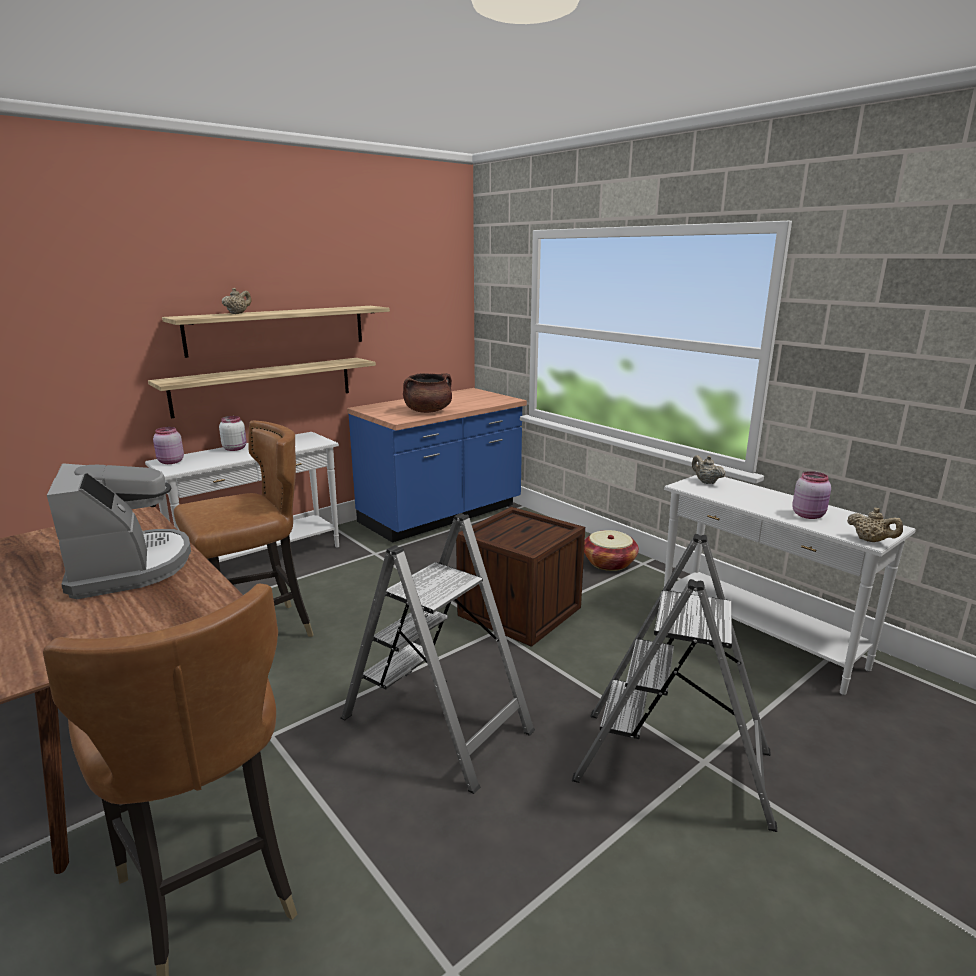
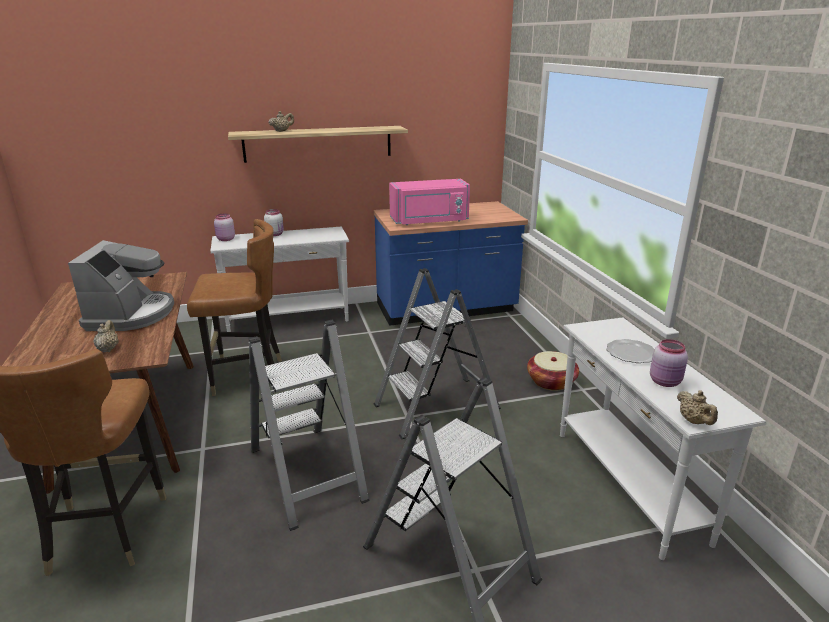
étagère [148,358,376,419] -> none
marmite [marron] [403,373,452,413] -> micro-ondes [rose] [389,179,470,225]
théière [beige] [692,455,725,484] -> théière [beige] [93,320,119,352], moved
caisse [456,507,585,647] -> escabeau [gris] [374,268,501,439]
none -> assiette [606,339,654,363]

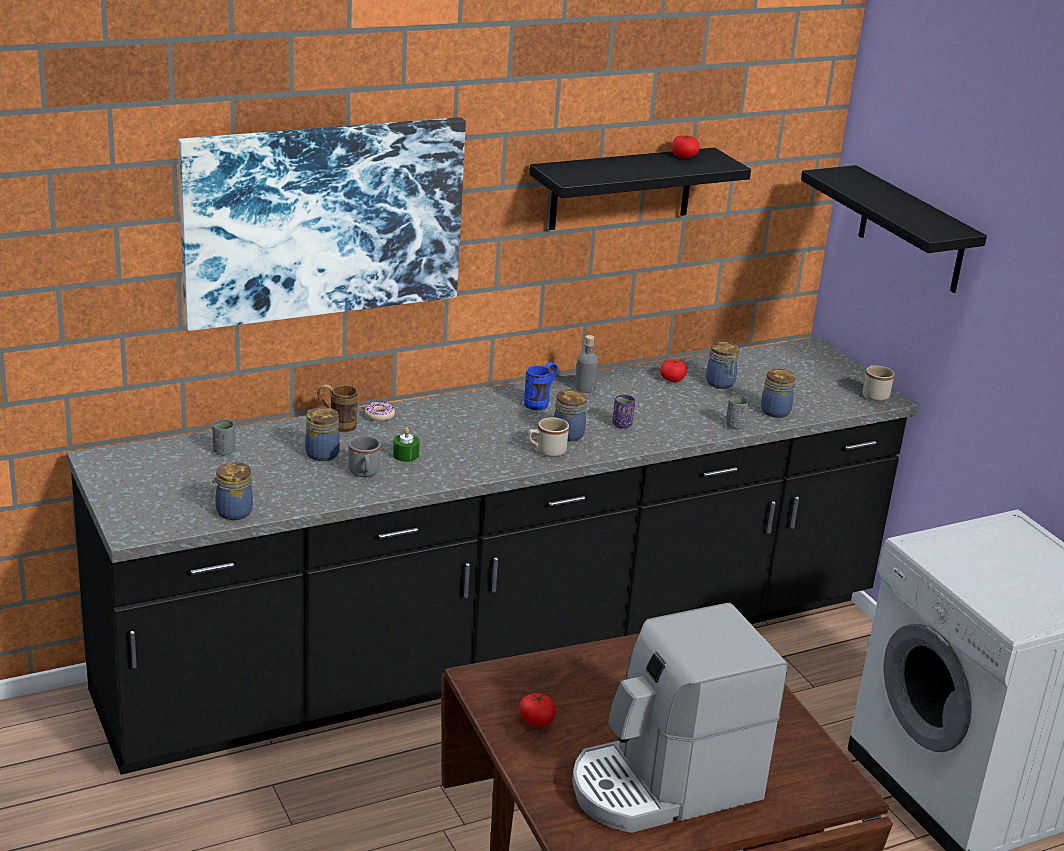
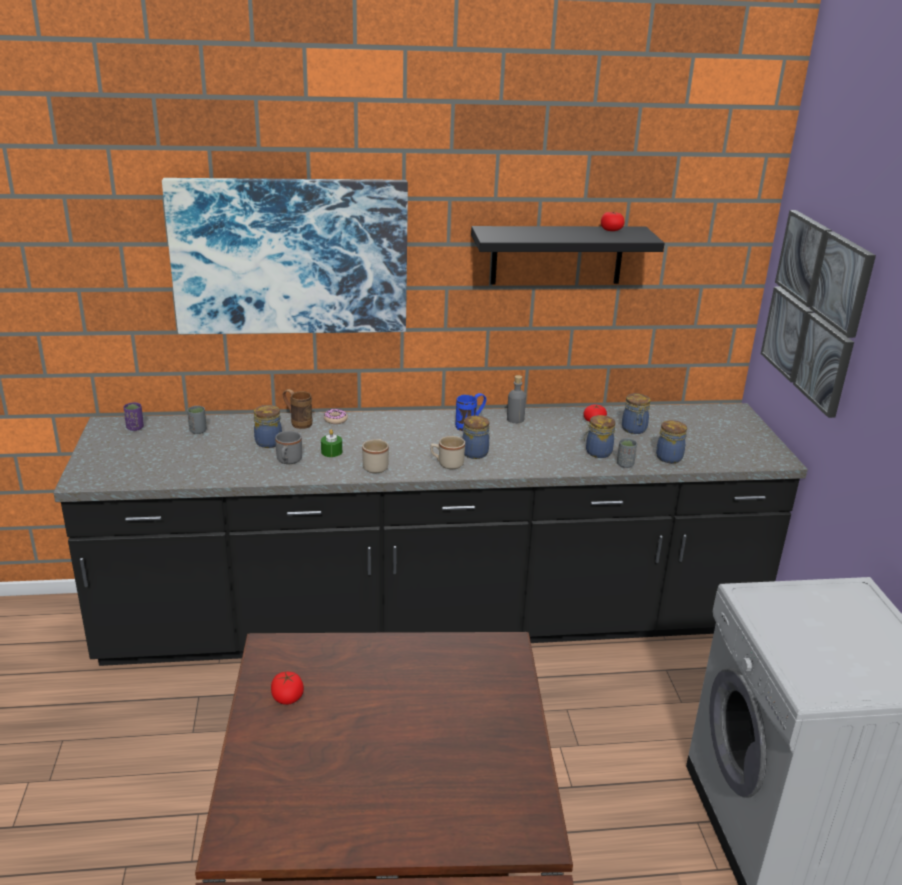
étagère [noir] [801,165,987,293] -> tableau [761,210,876,418]
mug [beige] [863,365,894,401] -> mug [beige] [362,439,389,473], moved
tasse [violet] [612,394,635,429] -> tasse [violet] [123,402,144,431], moved
bocal [211,462,253,520] -> bocal [584,415,615,458], moved
machine à café [572,603,788,833] -> none

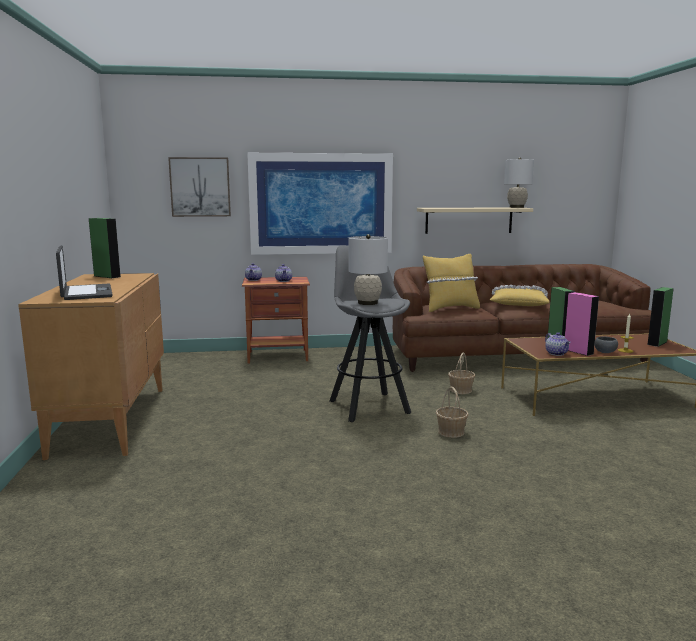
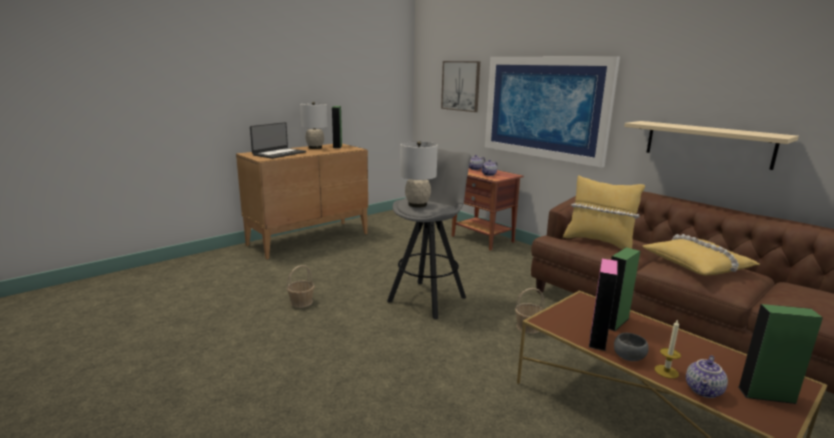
lampe de table [blanc] [504,158,534,208] -> lampe de table [blanc] [300,102,328,149], moved
théière [545,332,571,356] -> théière [686,355,728,398], moved
panier [436,387,469,438] -> panier [287,265,315,308], moved

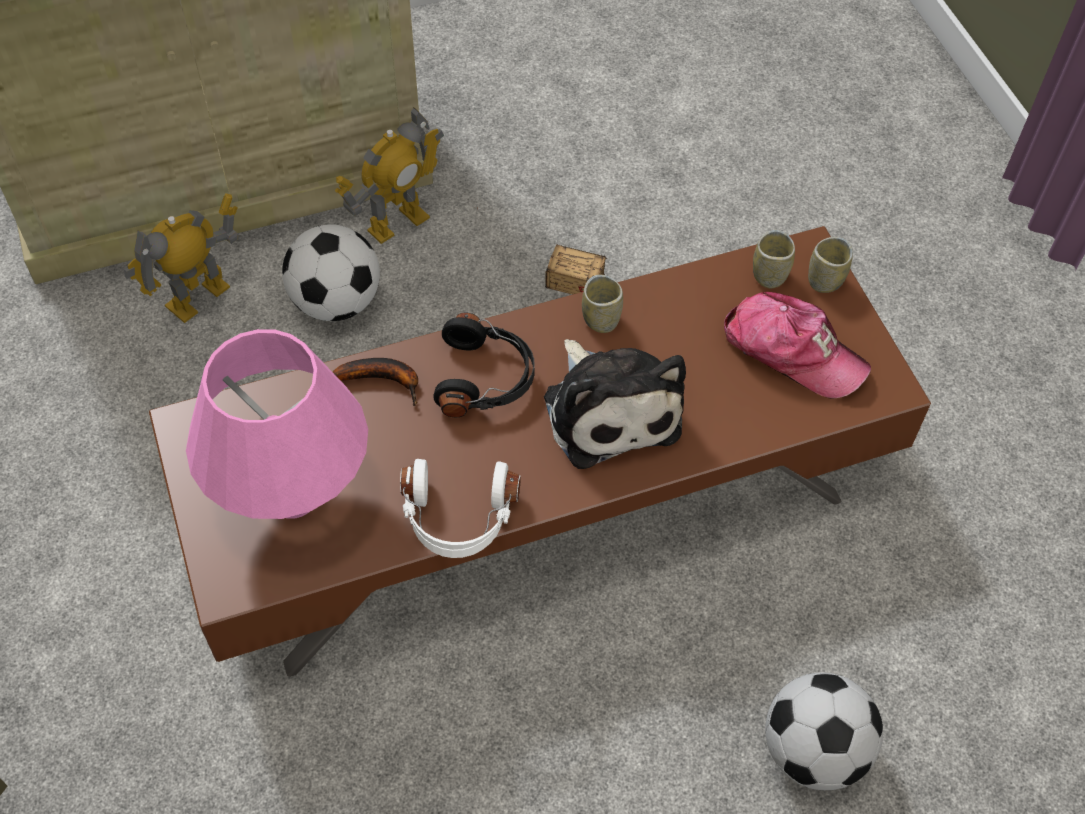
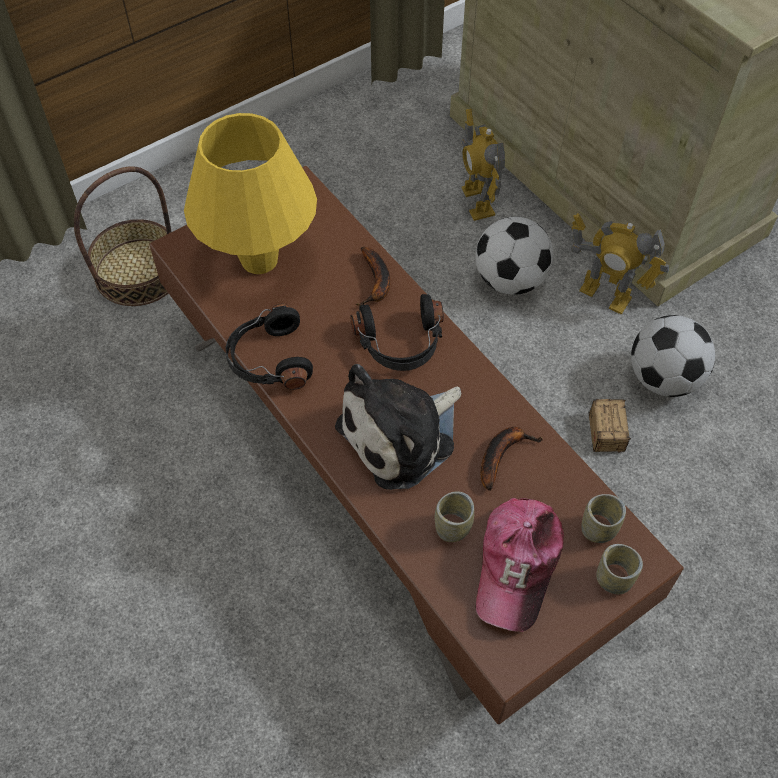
robot jouet [124,193,238,323] -> robot jouet [461,109,505,221], 135 degrees counterclockwise
tasse [582,275,623,333] -> tasse [435,492,474,542], moved
lampe de table [rose] [186,329,368,519] -> lampe de table [jaune] [184,113,317,274]
casque audio [blanc] [400,459,521,558] -> casque audio [noir] [226,304,313,390]
ballon de foot [765,672,883,790] -> ballon de foot [631,315,715,397], moved
none -> panier [74,166,171,306]
none -> banane [481,427,543,491]

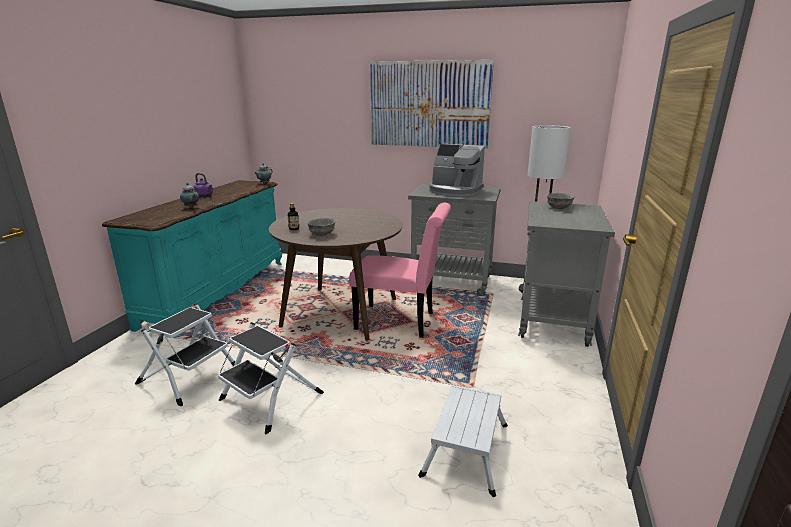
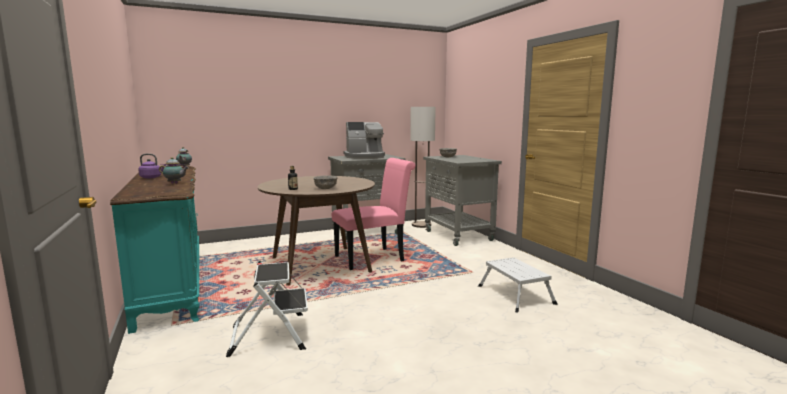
tableau [370,60,494,148] -> none
escabeau [218,322,324,434] -> none

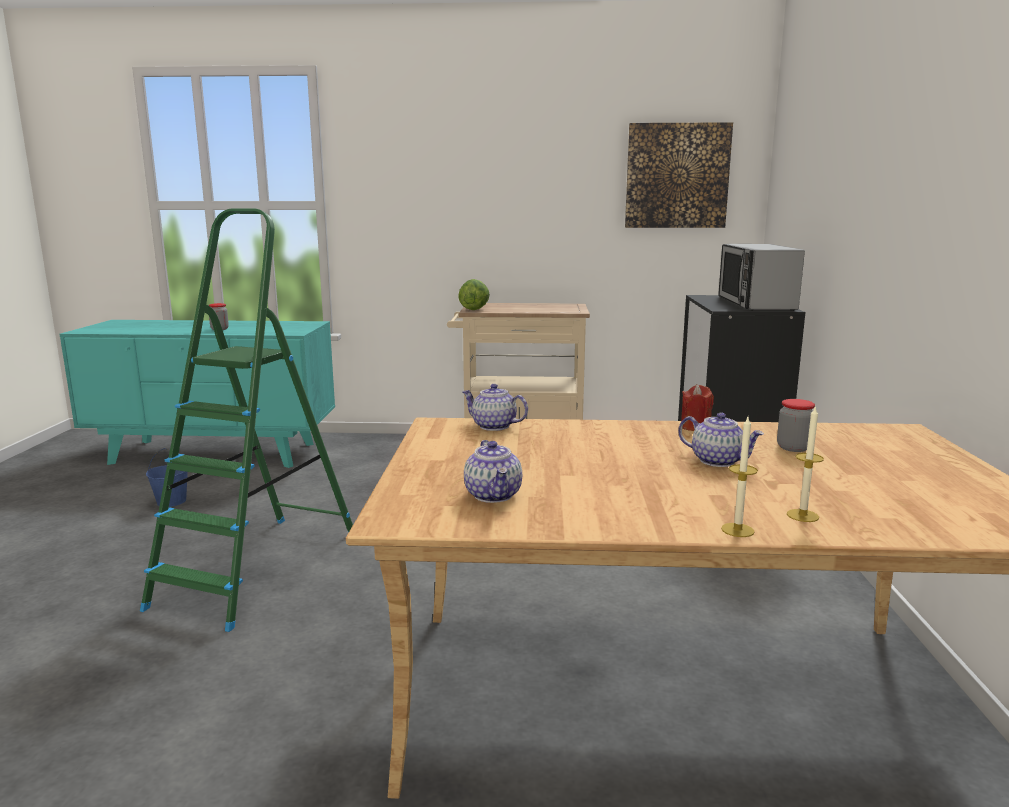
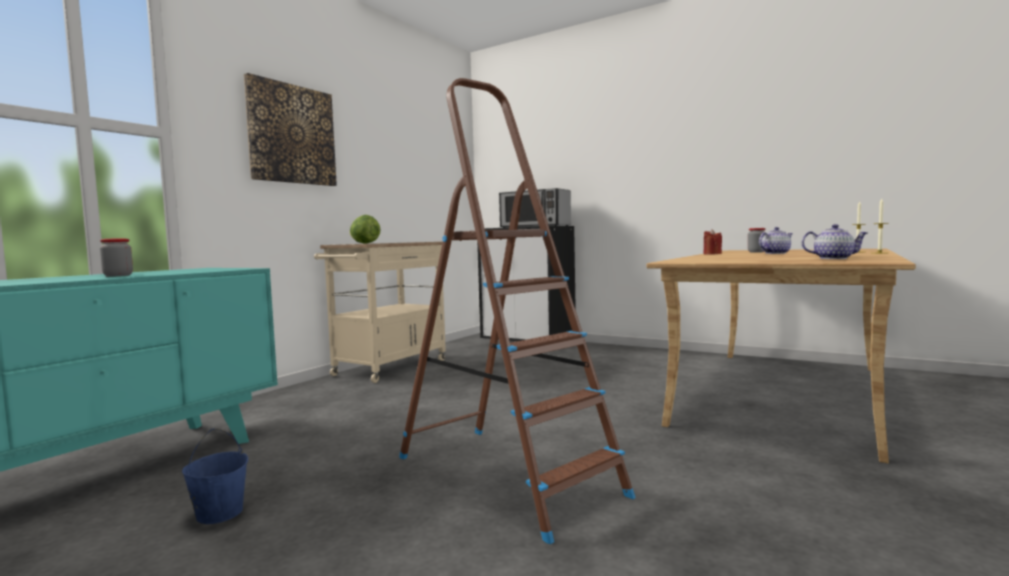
tableau [625,122,733,228] -> tableau [244,73,337,186], moved
escabeau [vert] [140,209,353,632] -> escabeau [marron] [399,78,635,544]
théière [462,384,528,431] -> none

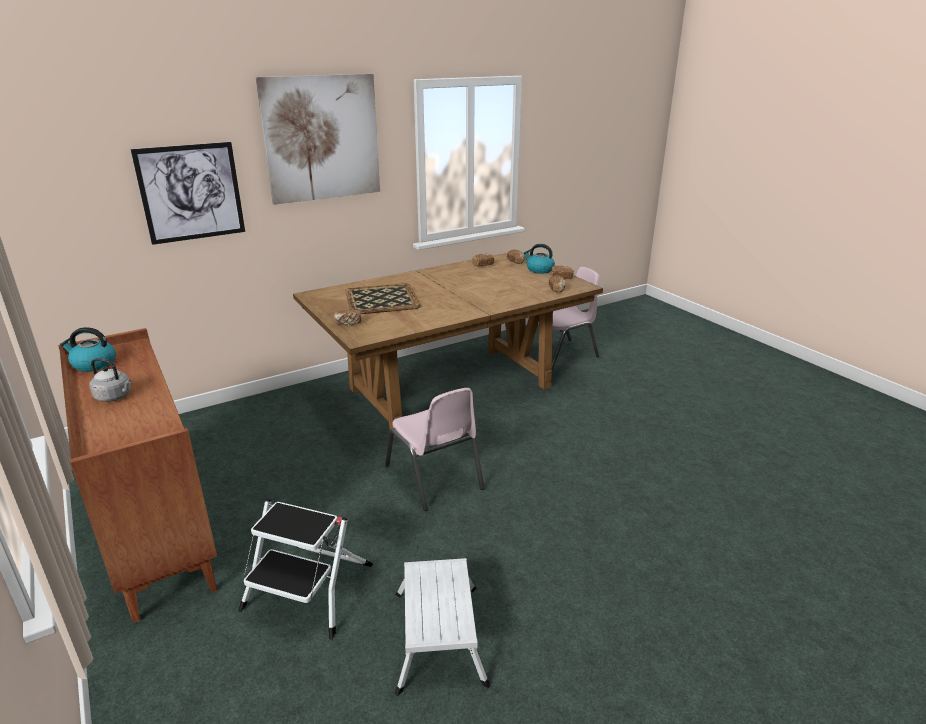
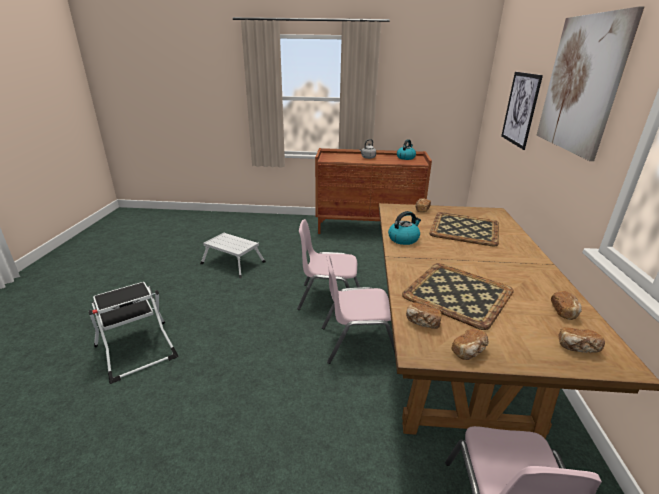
bouilloire [523,244,555,274] -> bouilloire [388,211,421,245], moved
escabeau [238,499,373,640] -> escabeau [89,282,178,384], moved
none -> chaise [rose] [322,255,395,364]
none -> plateau [402,263,514,330]

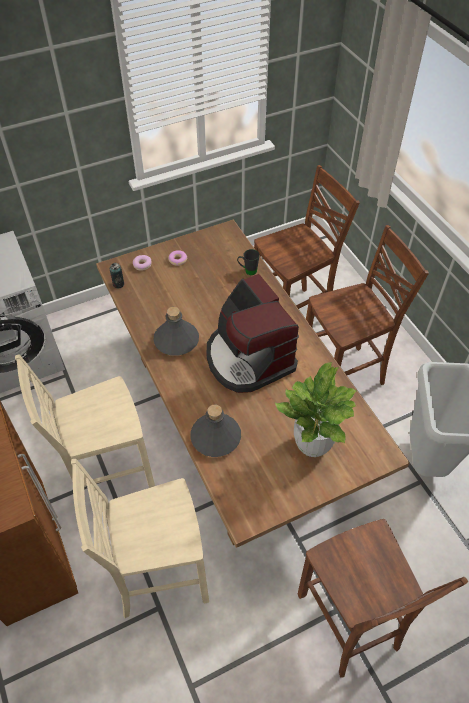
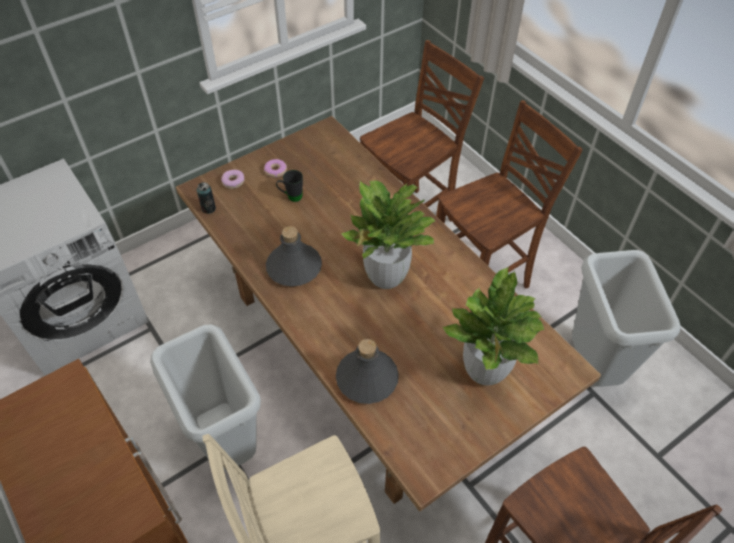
mug [noir] [237,249,260,275] -> mug [noir] [276,170,303,202], moved
machine à café [207,274,299,393] -> plante en pot [340,180,436,289]
chaise [beige] [15,354,155,488] -> poubelle [gris] [150,325,261,472]

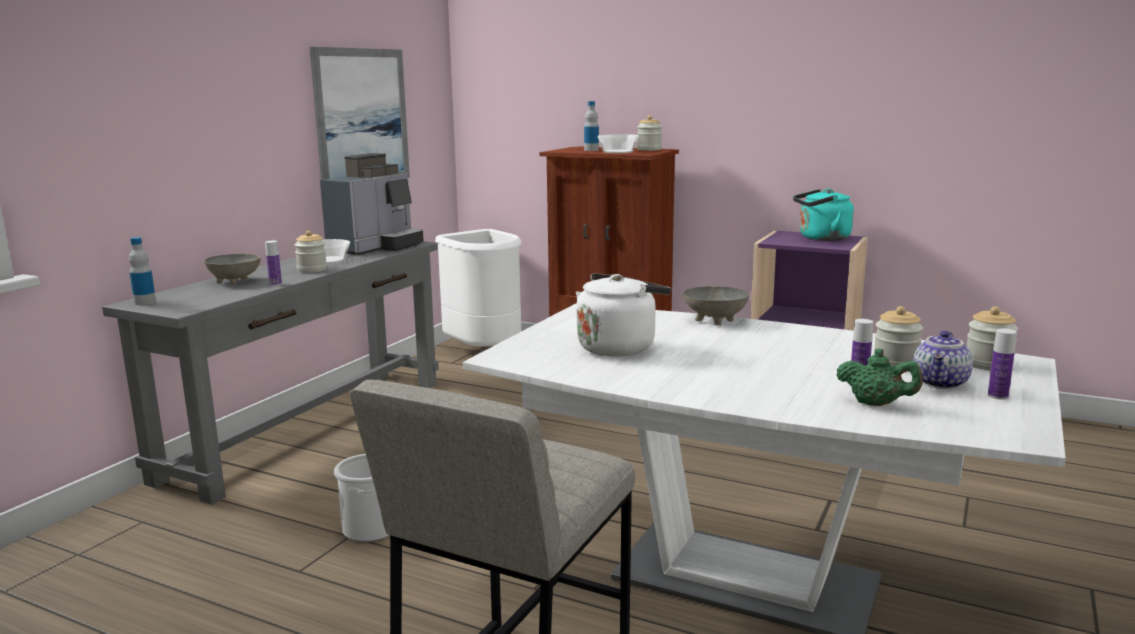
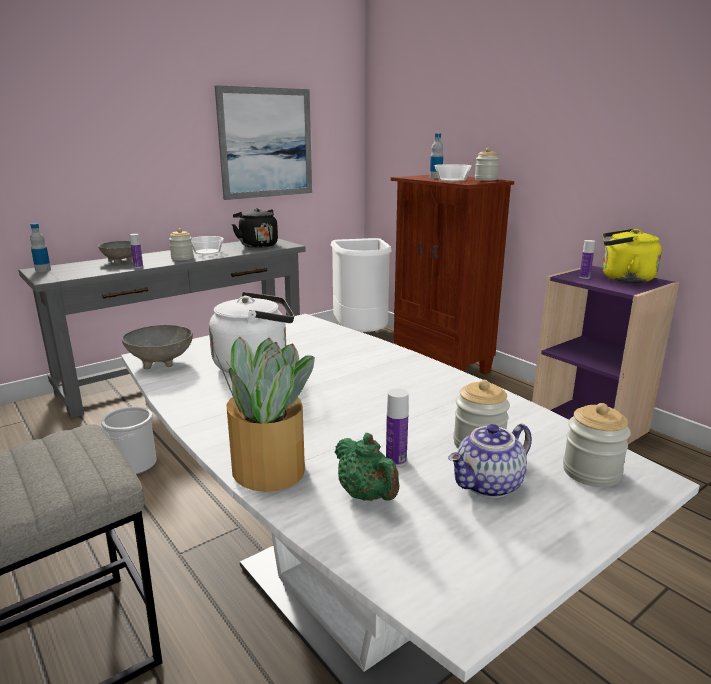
machine à café [320,153,424,255] -> bouilloire [noir] [232,208,278,248]
bouilloire [turquoise] [793,189,854,241] -> bouilloire [jaune] [603,229,662,283]
bol [gris] [683,286,749,325] -> bol [gris] [122,325,193,369], moved
bouteille [988,328,1017,400] -> bouteille [579,240,595,279], moved
none -> plante en pot [214,337,315,492]

